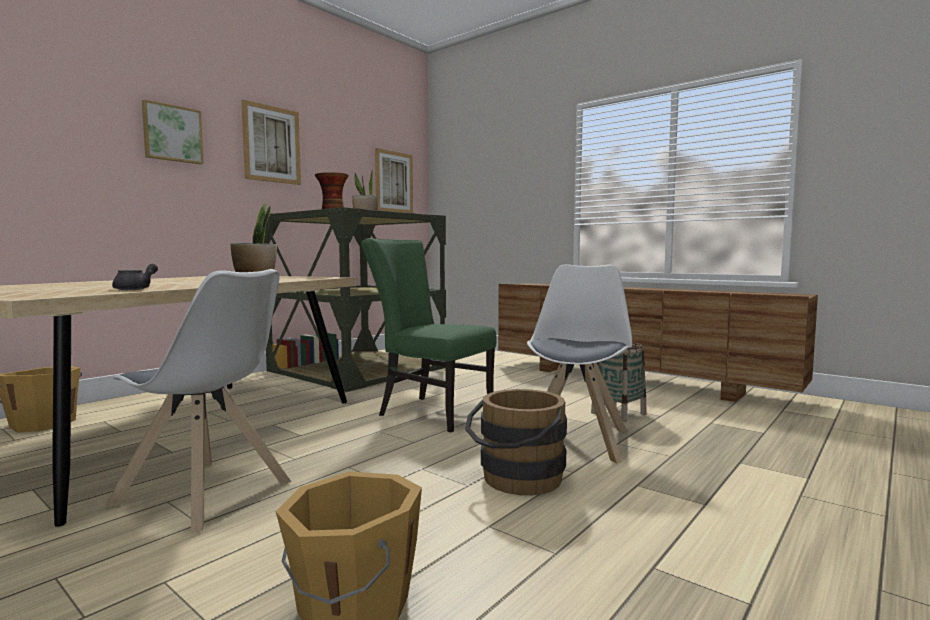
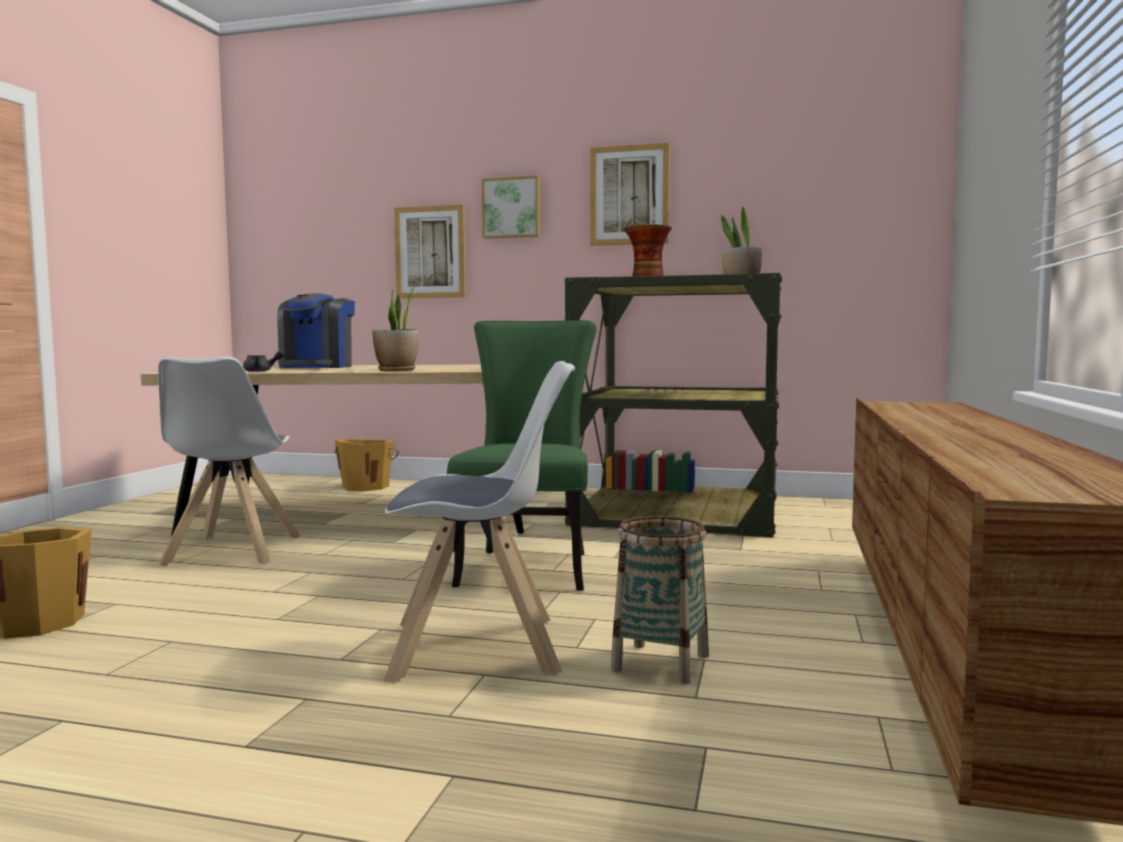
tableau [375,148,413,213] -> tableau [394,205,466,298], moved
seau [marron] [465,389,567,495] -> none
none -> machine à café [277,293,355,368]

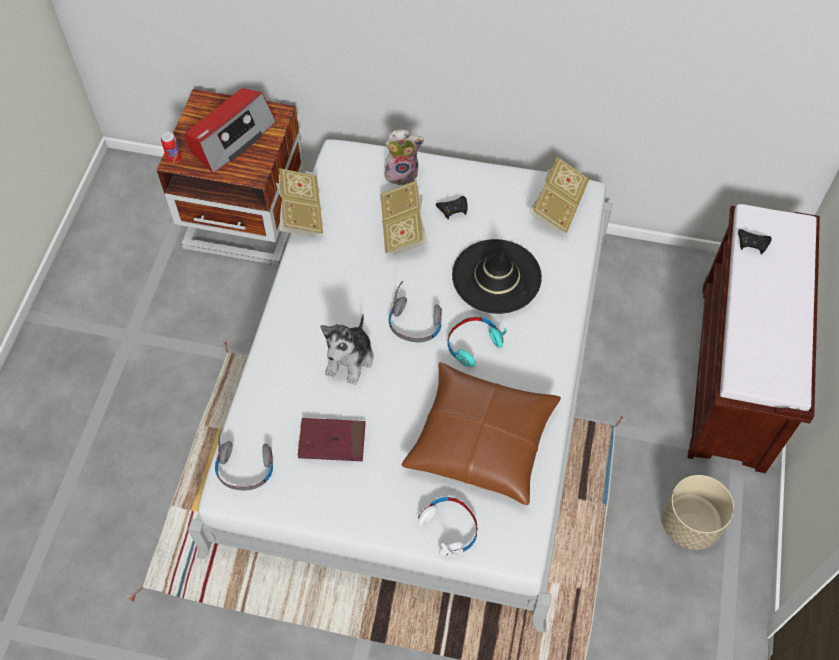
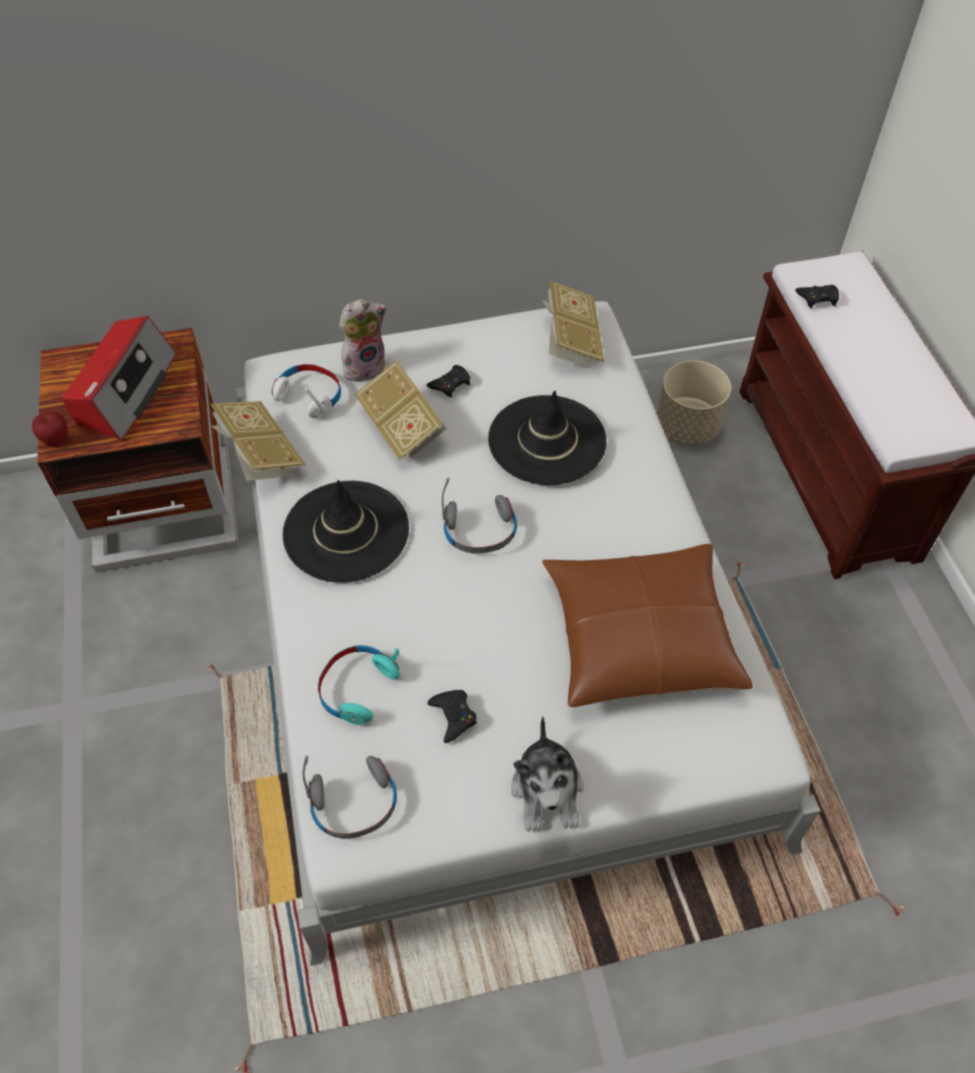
boîte métallique [161,132,181,163] -> pomme [32,411,68,447]
peluche [321,314,374,385] -> peluche [511,716,584,832], moved
casque audio [turquoise] [448,316,507,367] -> casque audio [turquoise] [318,645,400,725], moved
livre [rouge] [298,418,366,461] -> manette [noir] [427,690,477,743]
cache-pot [beige] [662,475,734,550] -> cache-pot [beige] [657,361,731,445], moved
casque audio [blanc] [417,497,478,558] -> casque audio [blanc] [271,364,341,418], moved
none -> chapeau [noir] [283,480,409,583]

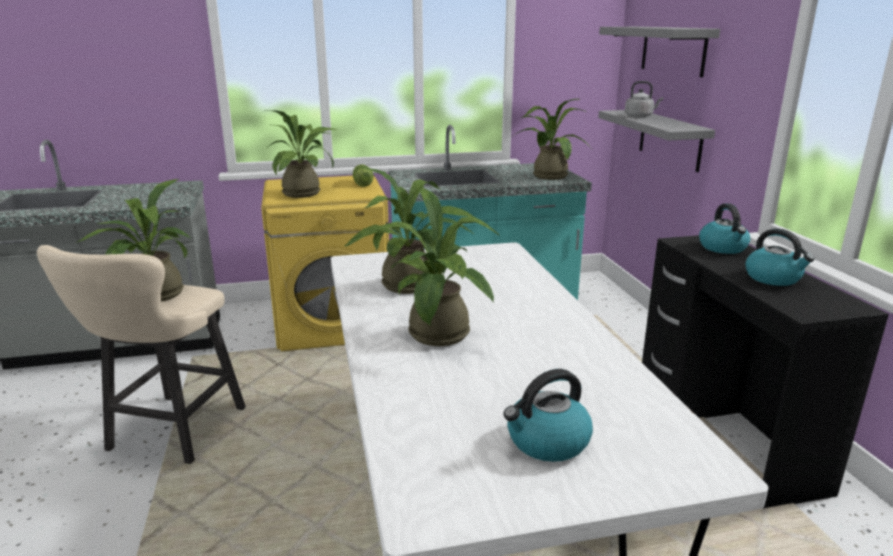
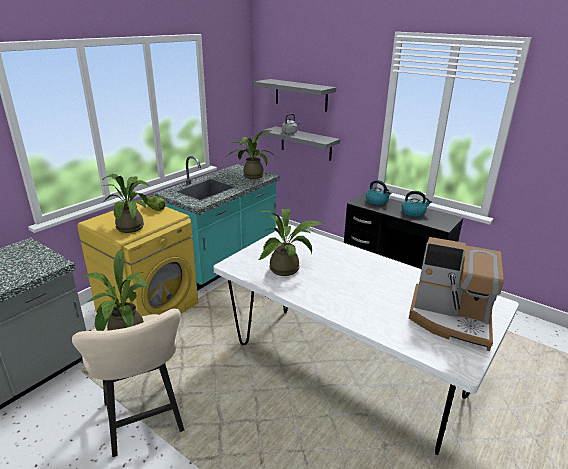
plante en pot [371,187,500,346] -> none
bouilloire [504,369,593,462] -> machine à café [409,237,504,351]

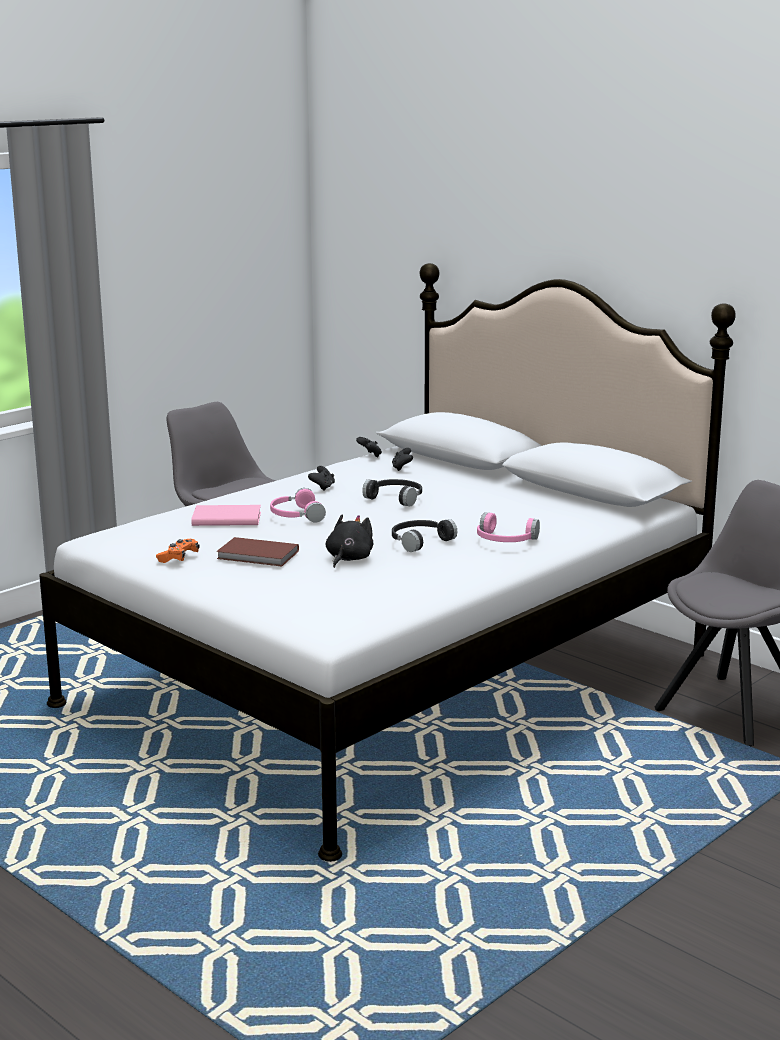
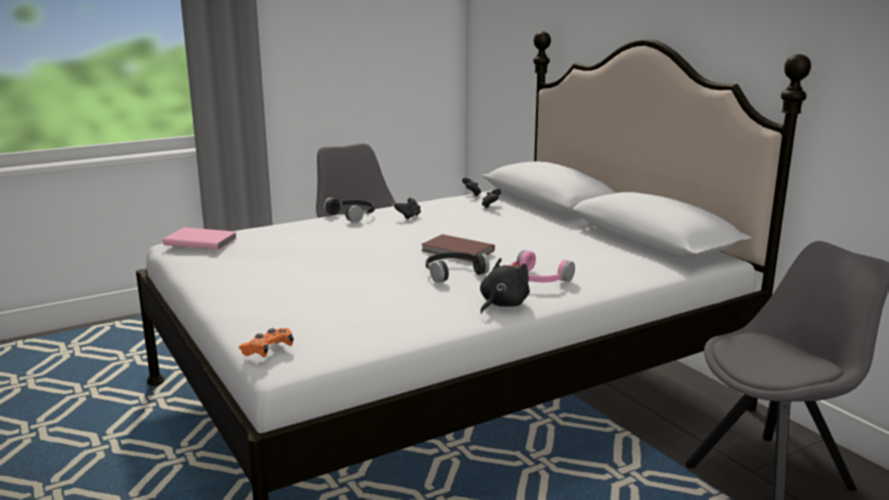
casque audio [noir] [362,479,422,506] -> casque audio [noir] [323,198,375,223], moved
casque audio [rose] [270,488,326,523] -> none
livre [rose] [191,505,261,526] -> livre [rose] [163,227,237,250], moved
peluche [noir] [326,514,374,568] -> peluche [noir] [480,258,530,314], moved
livre [marron] [216,537,299,566] -> livre [marron] [421,234,495,262], moved
manette [orange] [156,539,199,563] -> manette [orange] [239,328,294,357], moved

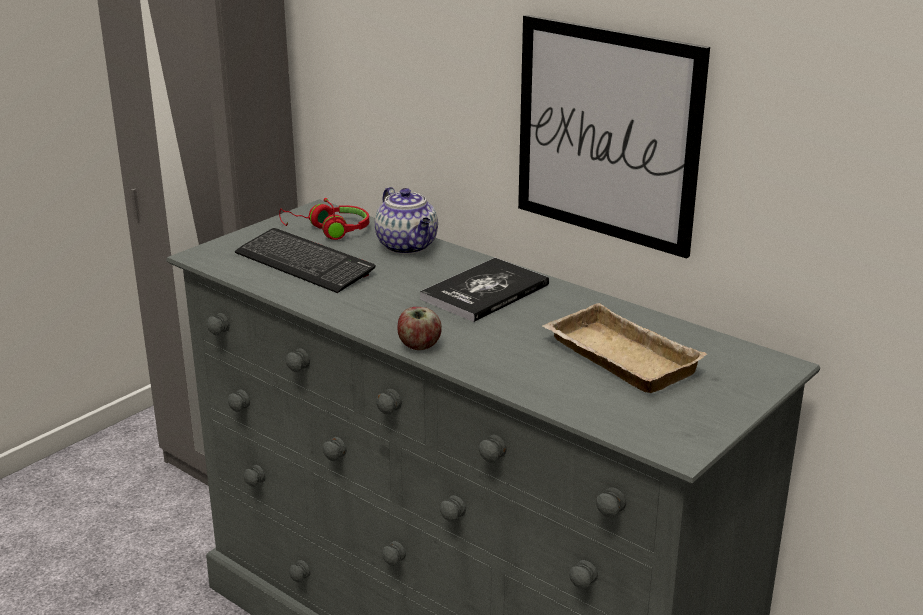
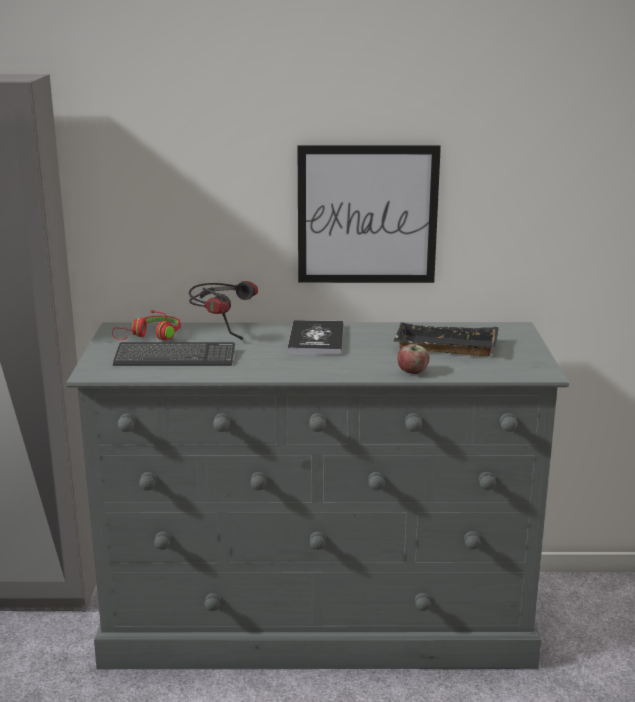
théière [375,187,438,254] -> casque audio [189,281,258,340]
plateau [beige] [542,303,708,393] -> plateau [noir] [394,322,499,356]
pomme [398,307,442,350] -> pomme [398,344,430,374], moved

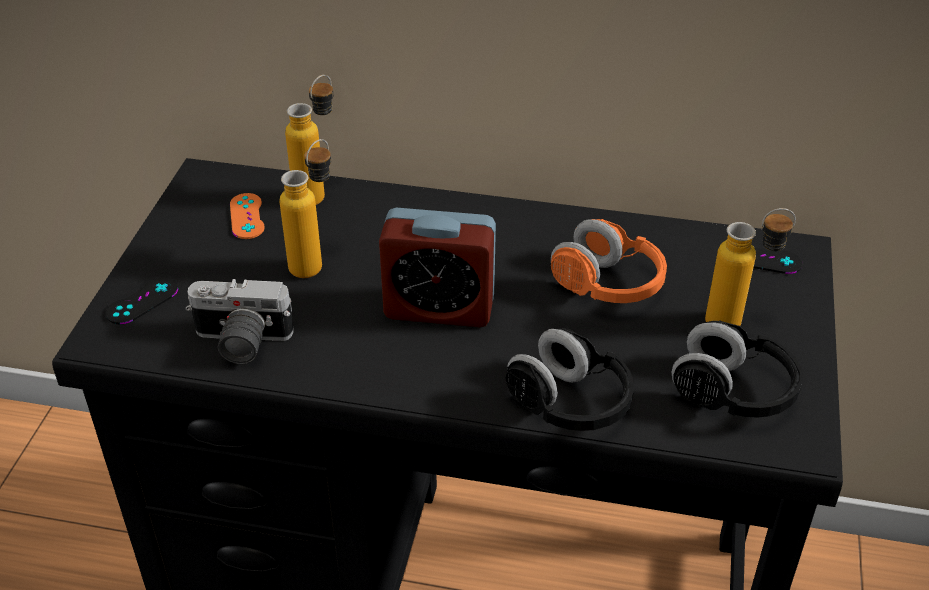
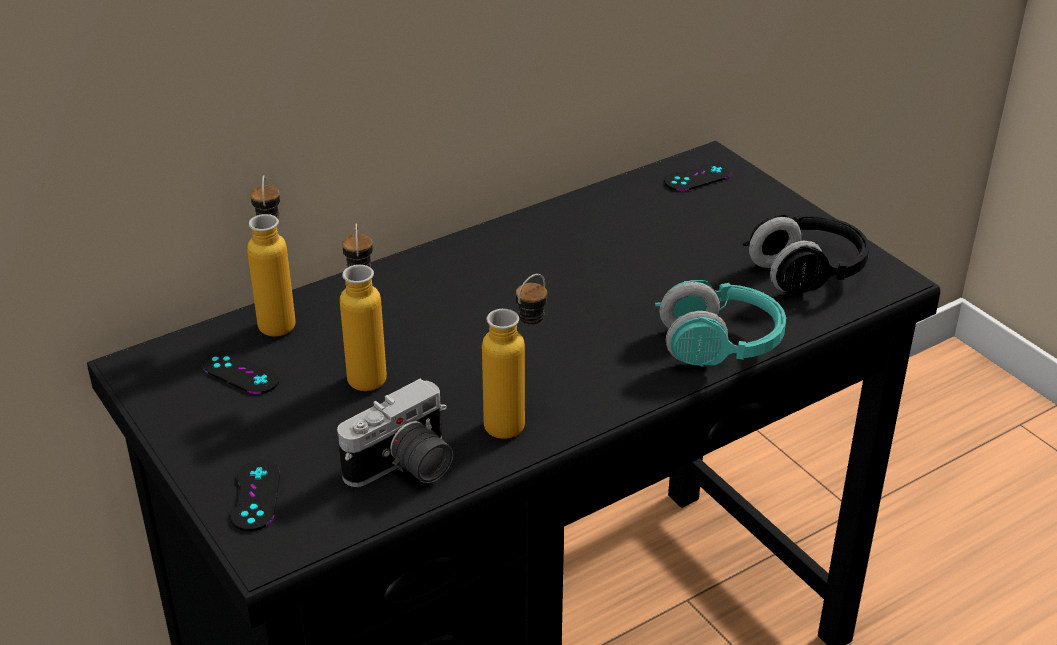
manette [orange] [230,193,265,239] -> manette [noir] [202,350,280,394]
réveil [379,208,496,327] -> none
bouteille [705,208,796,326] -> bouteille [482,274,547,439], moved
casque audio [orange] [551,219,667,303] -> none
casque audio [noir] [505,328,634,431] -> casque audio [turquoise] [655,280,786,367]

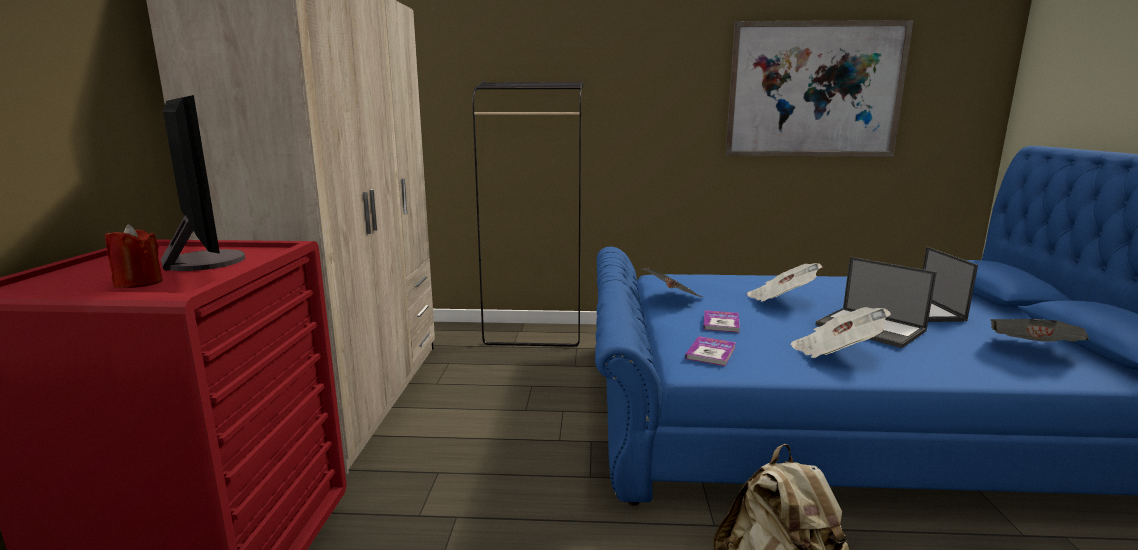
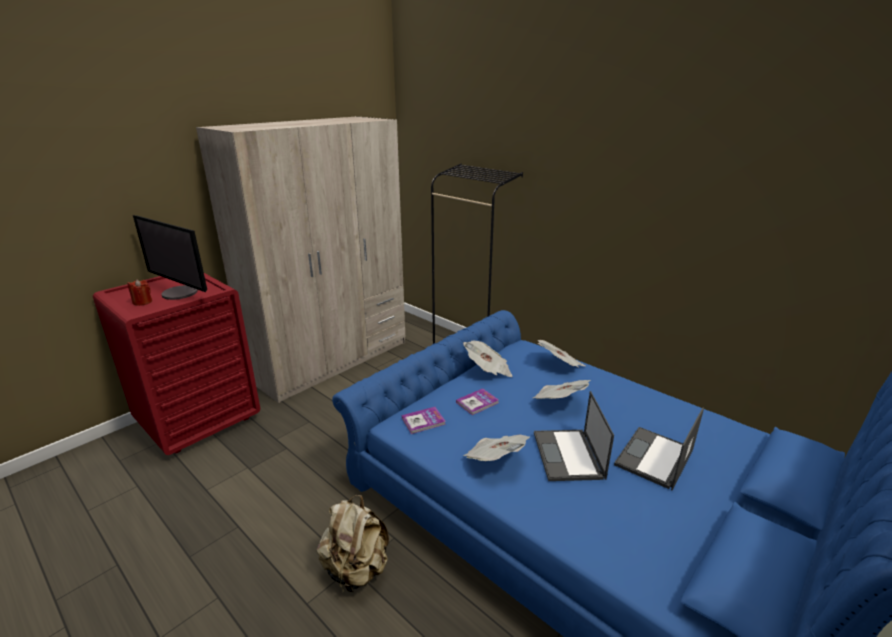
tableau [725,20,913,157] -> none
écran d'ordinateur [161,95,245,271] -> écran d'ordinateur [133,215,207,300], 120 degrees clockwise
journal [991,319,1089,342] -> journal [538,340,586,367], moved

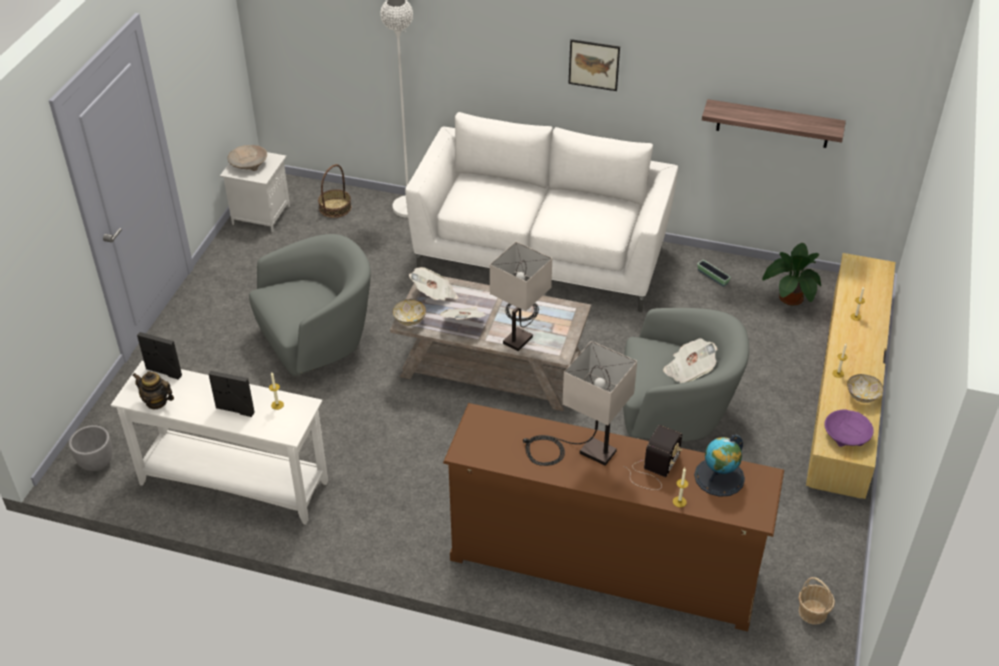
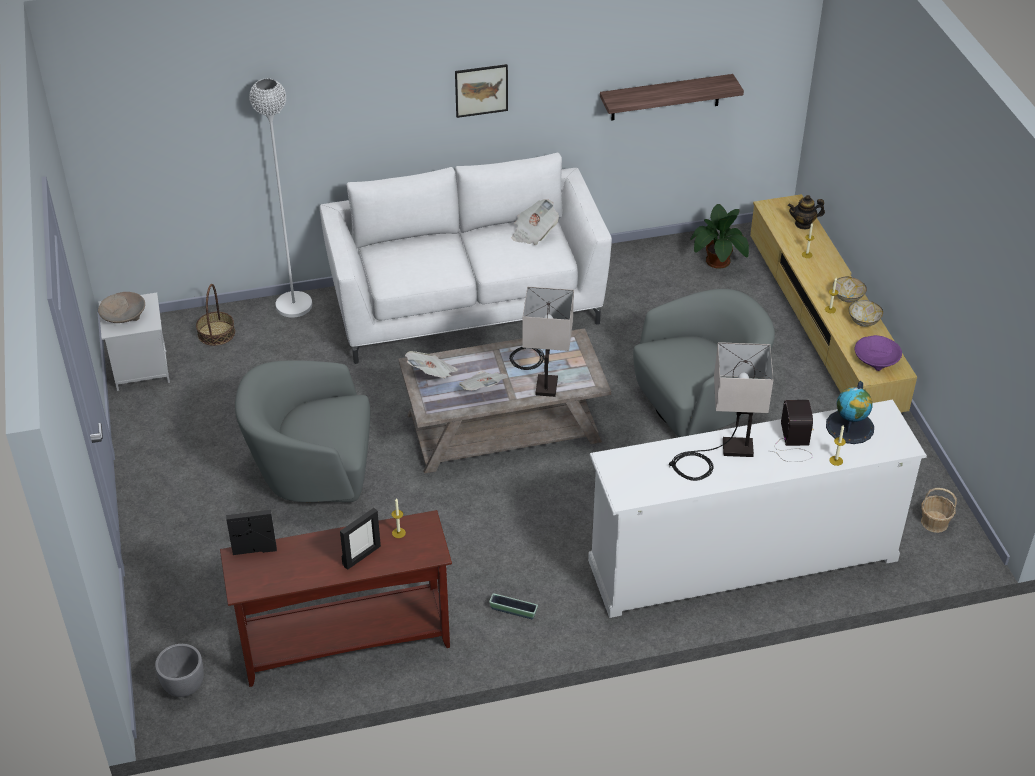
fauteuil [gris] [249,234,371,376] -> fauteuil [gris] [235,360,370,502], 120 degrees counterclockwise
cache-pot [697,260,731,287] -> cache-pot [489,593,538,619], moved
bol [392,299,426,326] -> bol [833,276,867,303], moved
journal [663,338,717,383] -> journal [512,199,559,245], moved
table console [blanc] [111,361,328,525] -> table console [marron] [220,510,452,687]
théière [133,371,174,409] -> théière [788,195,825,230], moved
cadre photo [209,371,254,417] -> cadre photo [340,508,381,570], 150 degrees clockwise
meuble de rangement [marron] [443,403,784,632] -> meuble de rangement [blanc] [588,400,927,618]

